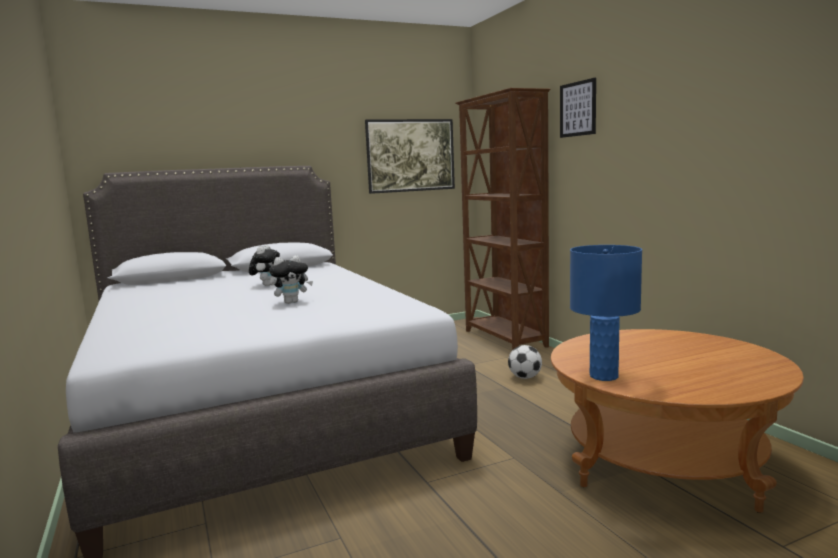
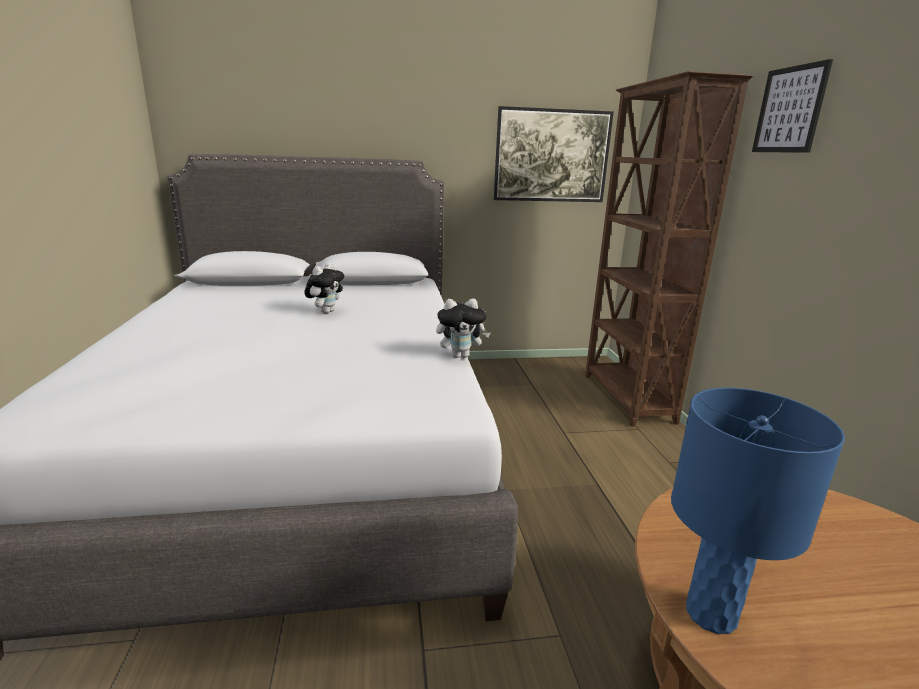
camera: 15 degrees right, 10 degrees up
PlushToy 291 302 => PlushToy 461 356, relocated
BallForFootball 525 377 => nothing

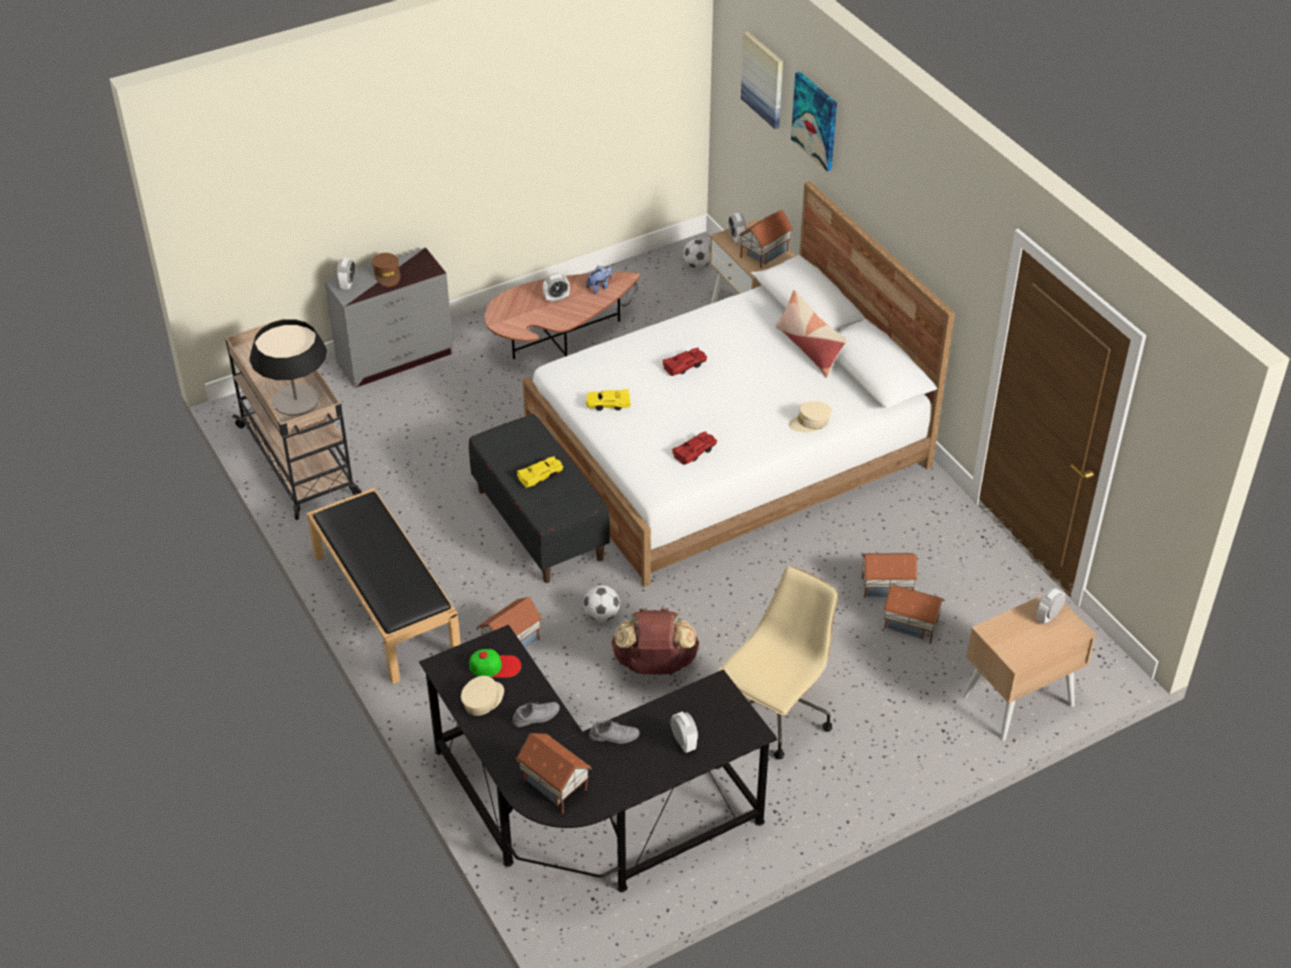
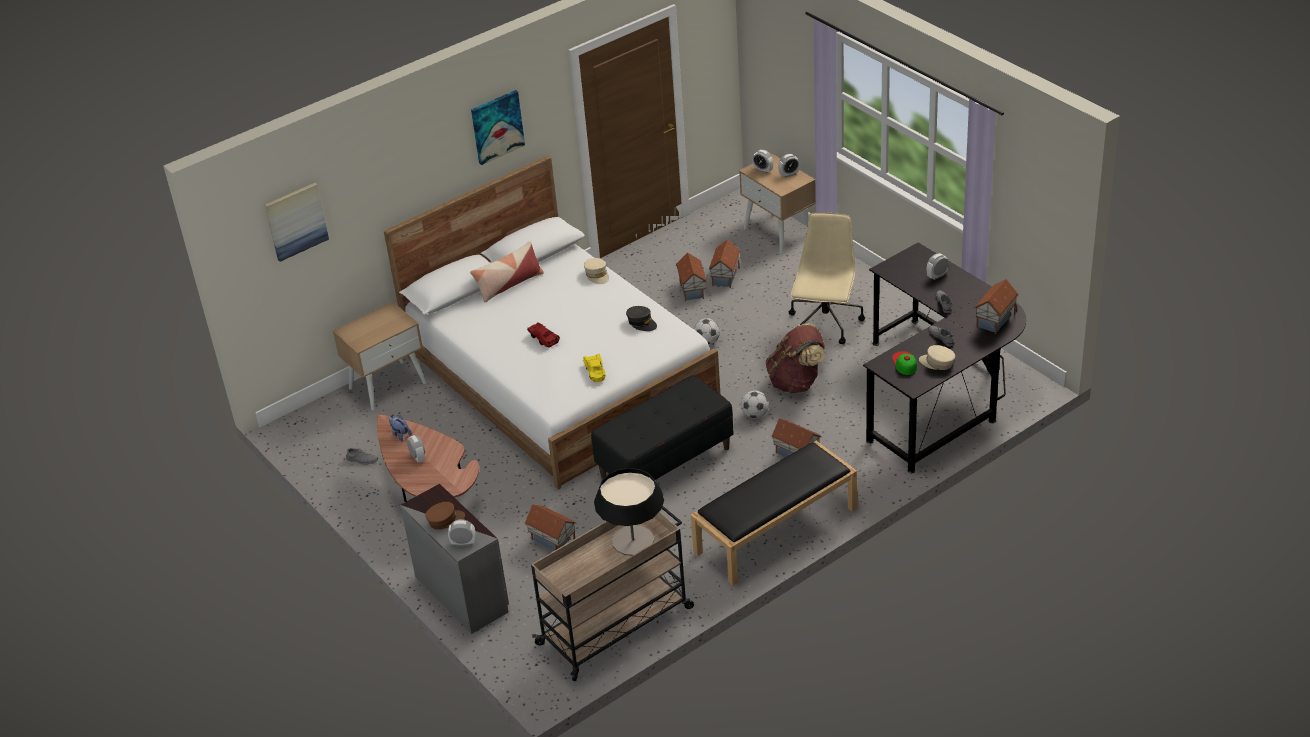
camera: 95 degrees left, 5 degrees down
Picture 815 120 => Picture 497 126, relocated
ModelHouse 764 253 => ModelHouse 552 542, relocated
TableClock 737 238 => TableClock 789 174, relocated
BallForFootball 697 265 => BallForFootball 707 342, relocated
ReddishToyCar 695 452 => GrayPeakedCap 642 323
YellowishToyCar 541 476 => nothing
BeigeColouredOfficeChair 775 717 => BeigeColouredOfficeChair 825 324, 75 degrees clockwise

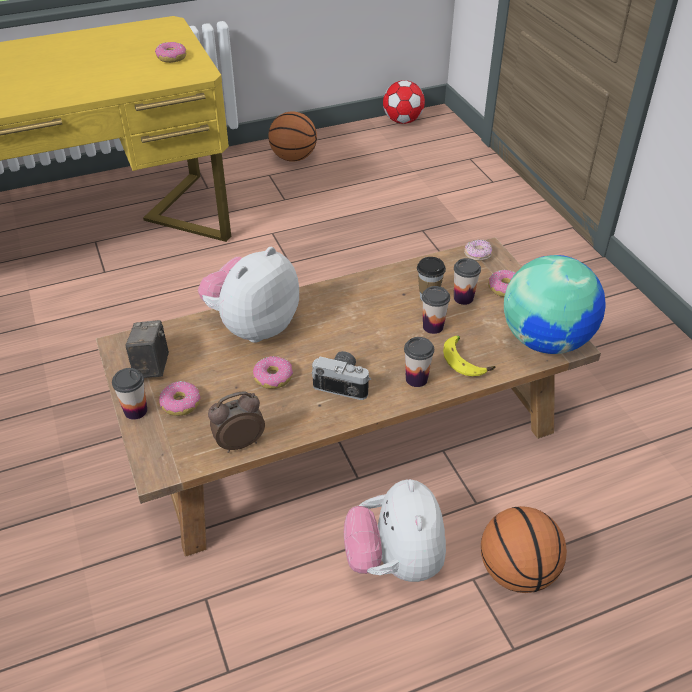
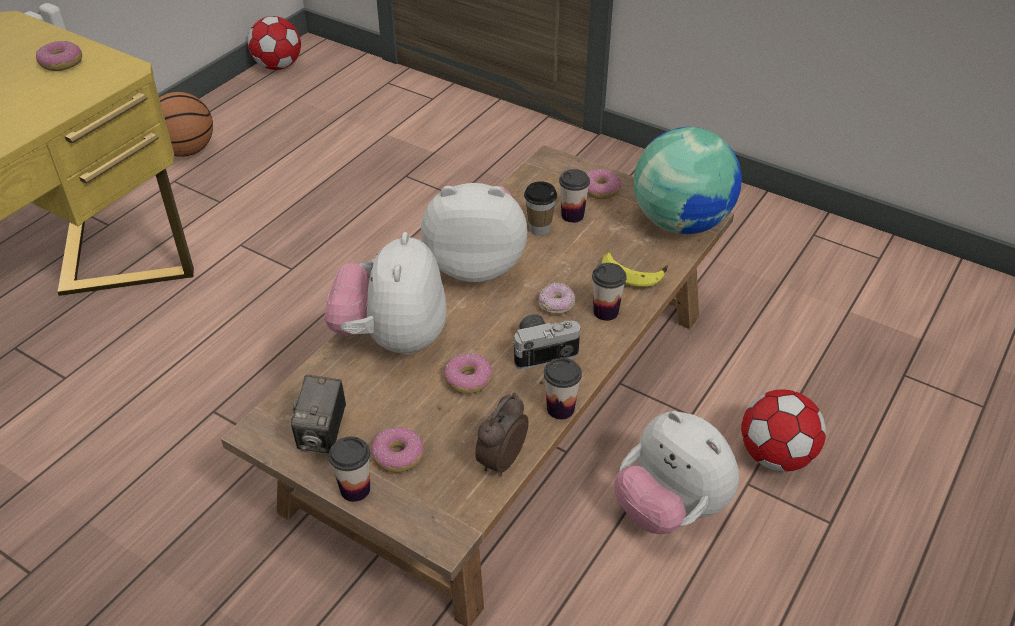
camera: 35 degrees left, 0 degrees up
RingDoughnut 477 256 => RingDoughnut 556 305, relocated
Cup 433 326 => Cup 560 409, relocated
PhotoCamera 151 366 => PhotoCamera 323 434, 135 degrees counterclockwise
BallForBasketball 516 571 => BallForFootball 775 456
nothing => PlushToy 476 265

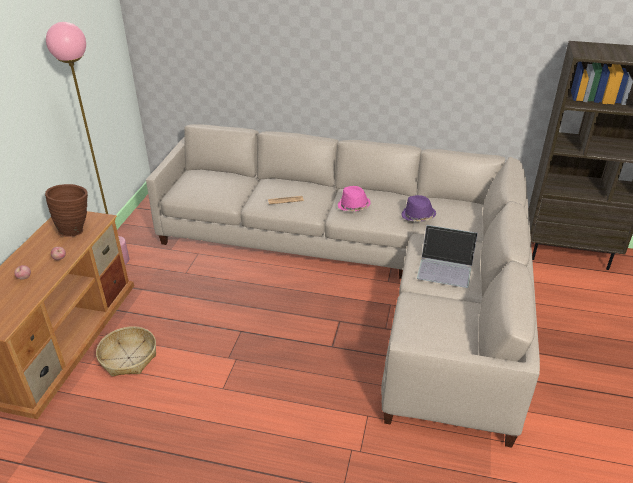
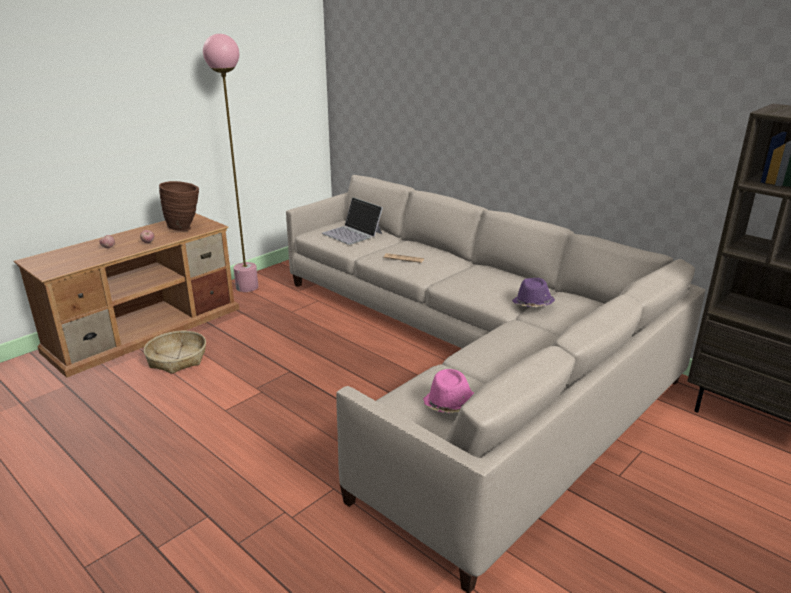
camera: 30 degrees right, 10 degrees down
PinkColouredHat 353 207 => PinkColouredHat 449 404, relocated
Laptop 445 267 => Laptop 352 233, relocated

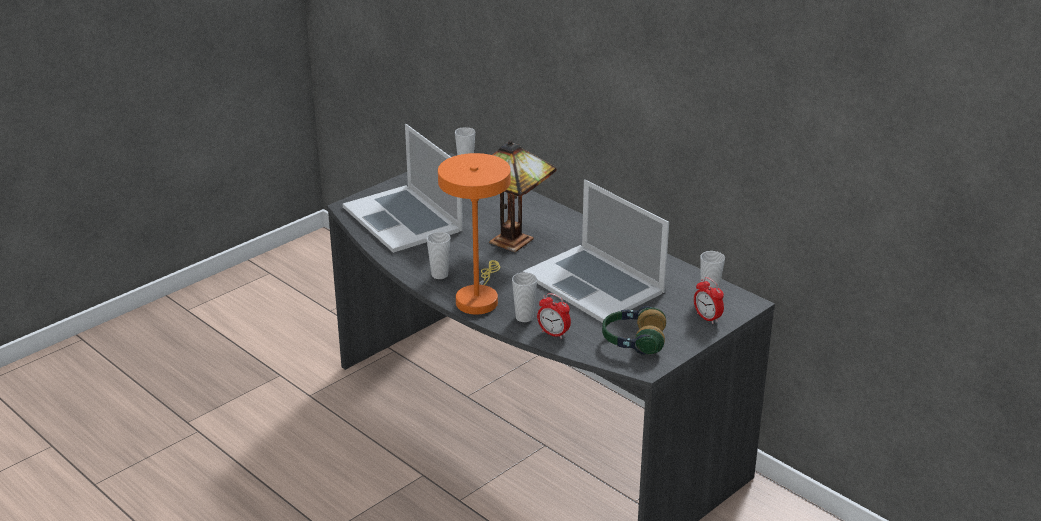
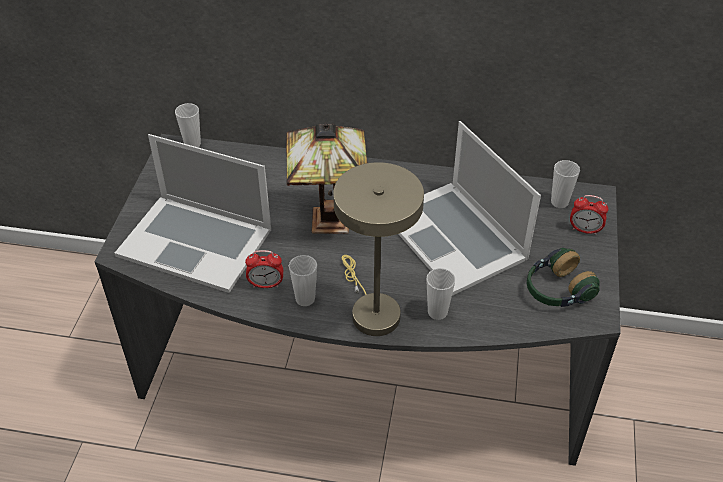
camera: 35 degrees left, 15 degrees up
OrangeColouredTabletopLamp 478 298 => BeigeColouredTabletopLamp 371 310
Laptop 594 283 => Laptop 455 236, 45 degrees clockwise
TableClock 553 333 => TableClock 266 284, relocated

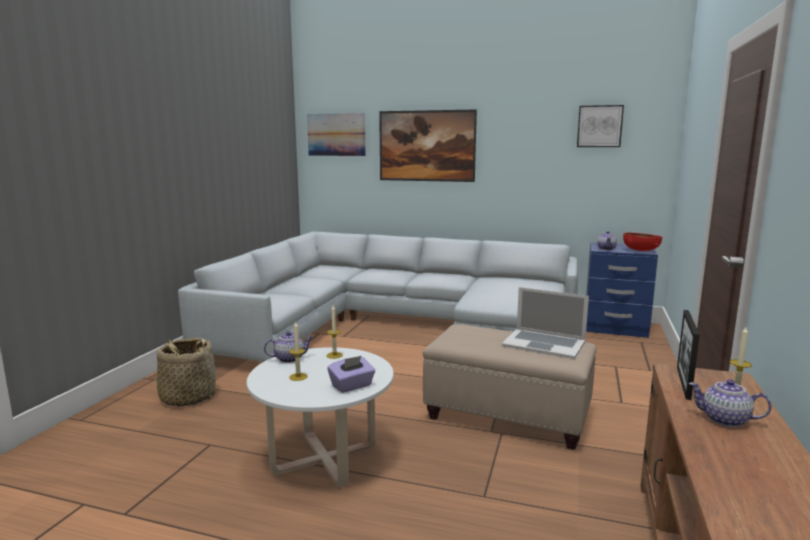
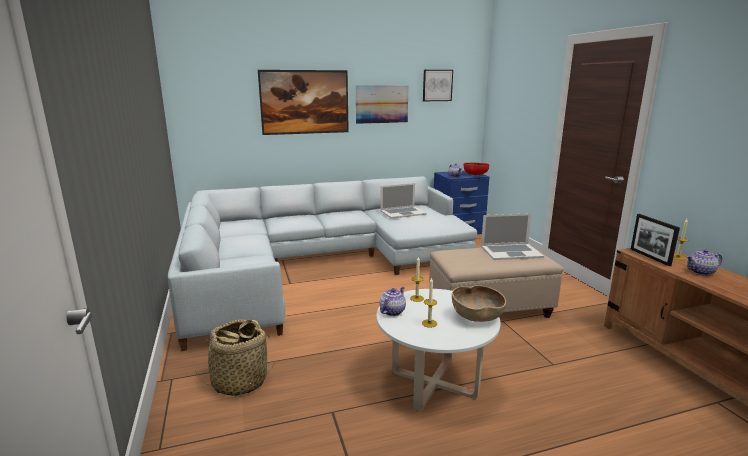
camera: 35 degrees left, 5 degrees up
Picture 336 134 => Picture 382 104, relocated
PurplishTissueBox 352 386 => BrownColouredBowl 476 317
nothing => Laptop 402 212

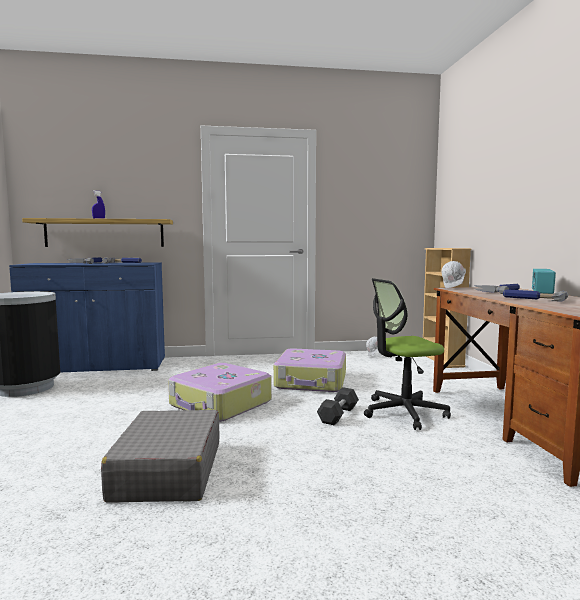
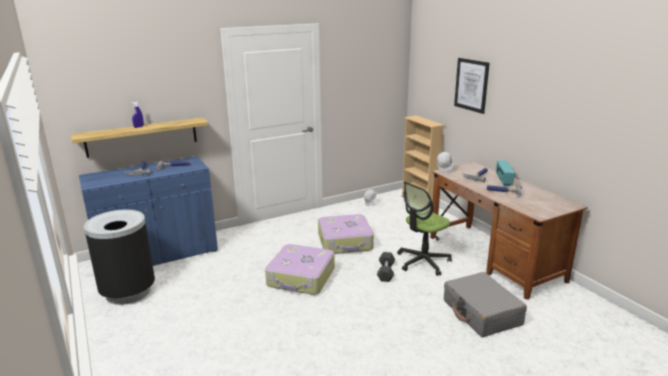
camera: 20 degrees left, 15 degrees up
GrayPieceOfLuggage 167 471 => GrayPieceOfLuggage 481 313, relocated
nothing => Picture 471 85

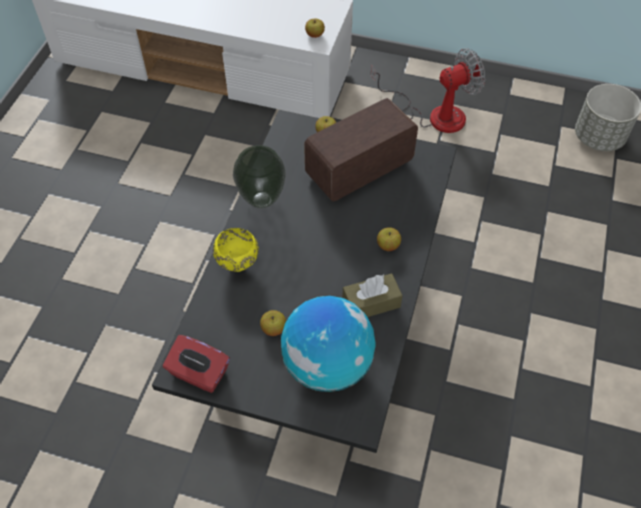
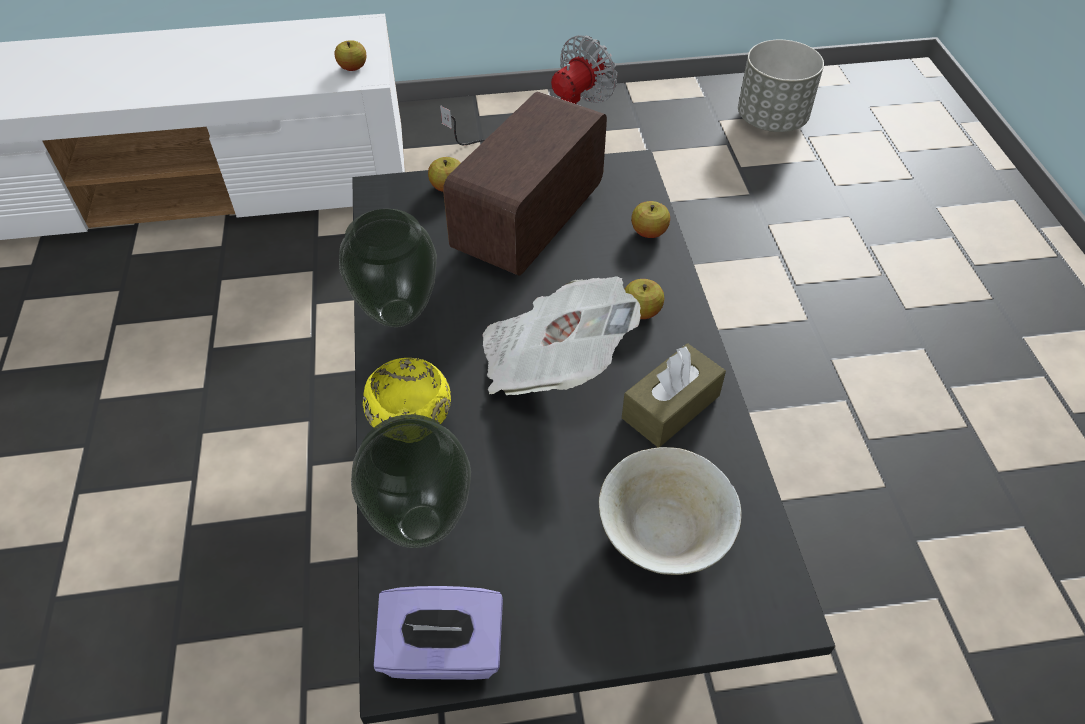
camera: 25 degrees left, 5 degrees down
Globe 328 364 => BeigeColouredBowl 663 534
WholeApple 273 329 => WholeApple 649 232, relocated
ReddishTissueBox 199 373 => PurplishTissueBox 443 652
nothing => DailyPaper 552 362
nothing => Vase 419 524

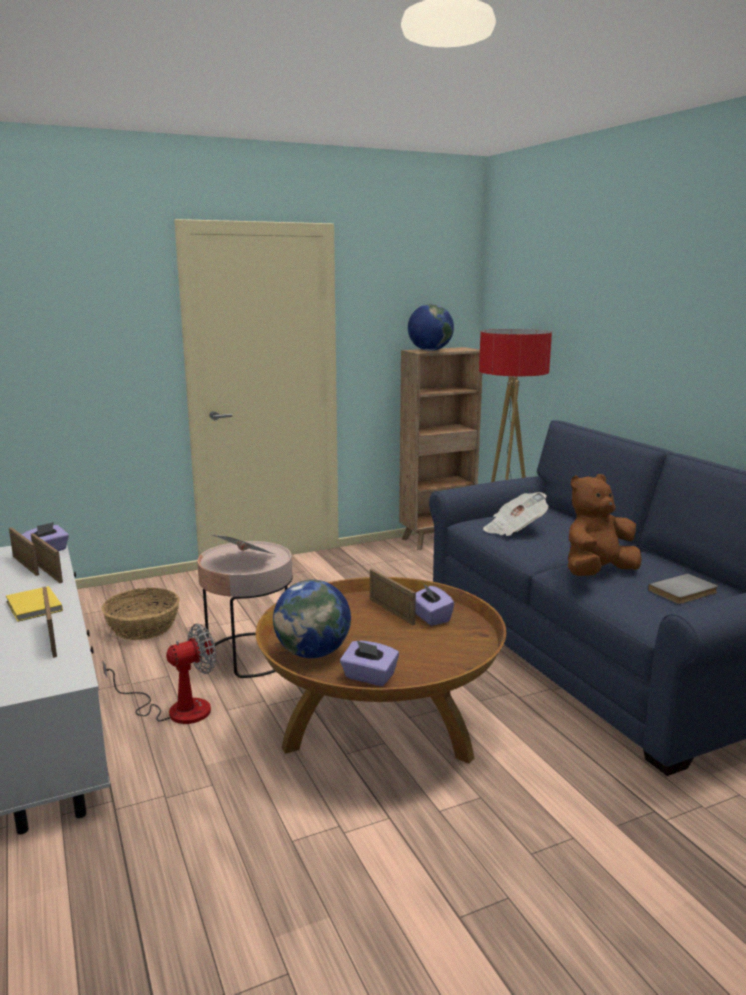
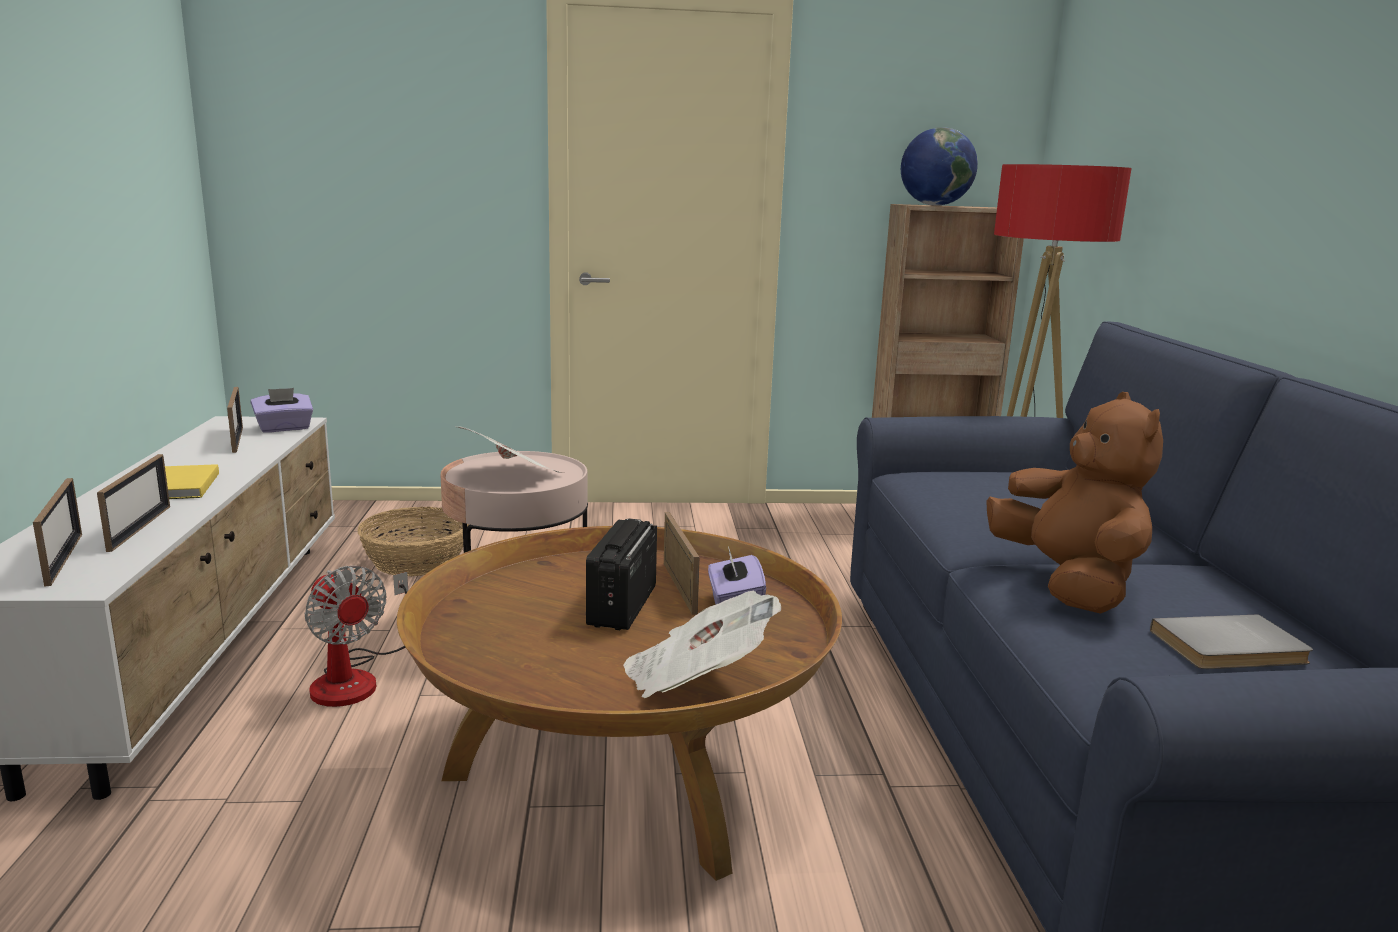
camera: 20 degrees right, 0 degrees up
BrownColouredPlushToy 597 573 => BrownColouredPlushToy 1068 583, 90 degrees clockwise
DailyPaper 514 530 => DailyPaper 696 679, relocated
PictureFrame 48 572 => PictureFrame 64 559, relocated
Globe 313 653 => nothing
ElectricFan 176 709 => ElectricFan 356 677, 60 degrees clockwise
PurplishTissueBox 369 677 => nothing
nothing => RadioSet 622 606

